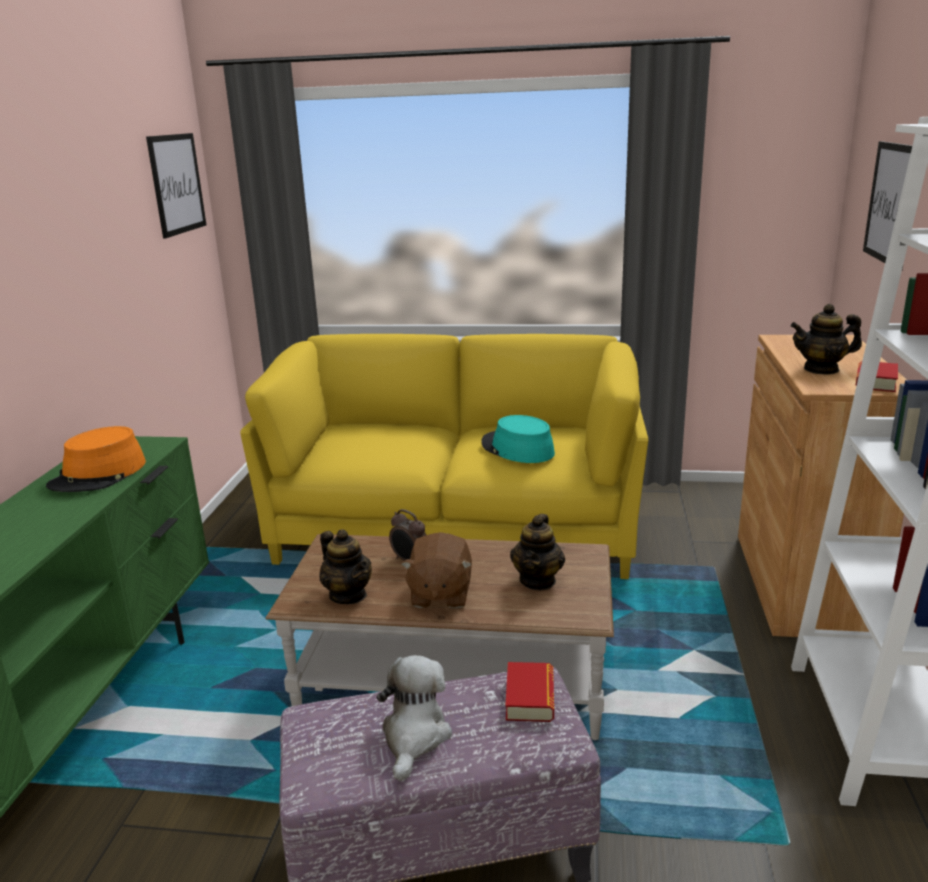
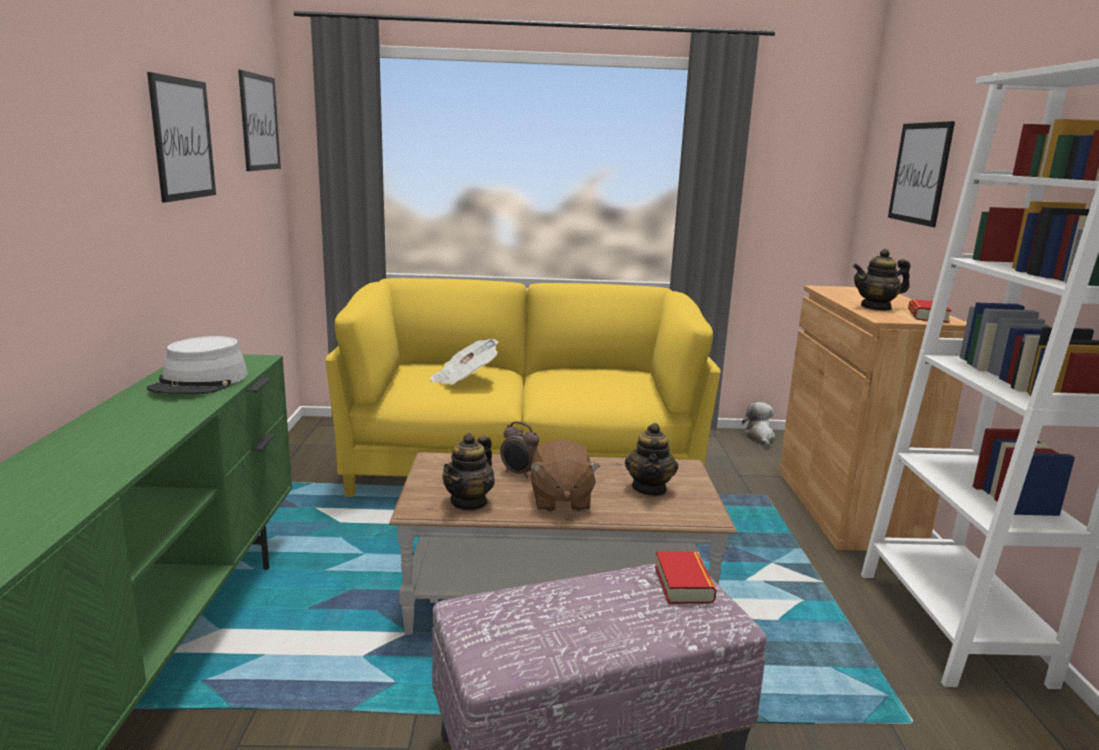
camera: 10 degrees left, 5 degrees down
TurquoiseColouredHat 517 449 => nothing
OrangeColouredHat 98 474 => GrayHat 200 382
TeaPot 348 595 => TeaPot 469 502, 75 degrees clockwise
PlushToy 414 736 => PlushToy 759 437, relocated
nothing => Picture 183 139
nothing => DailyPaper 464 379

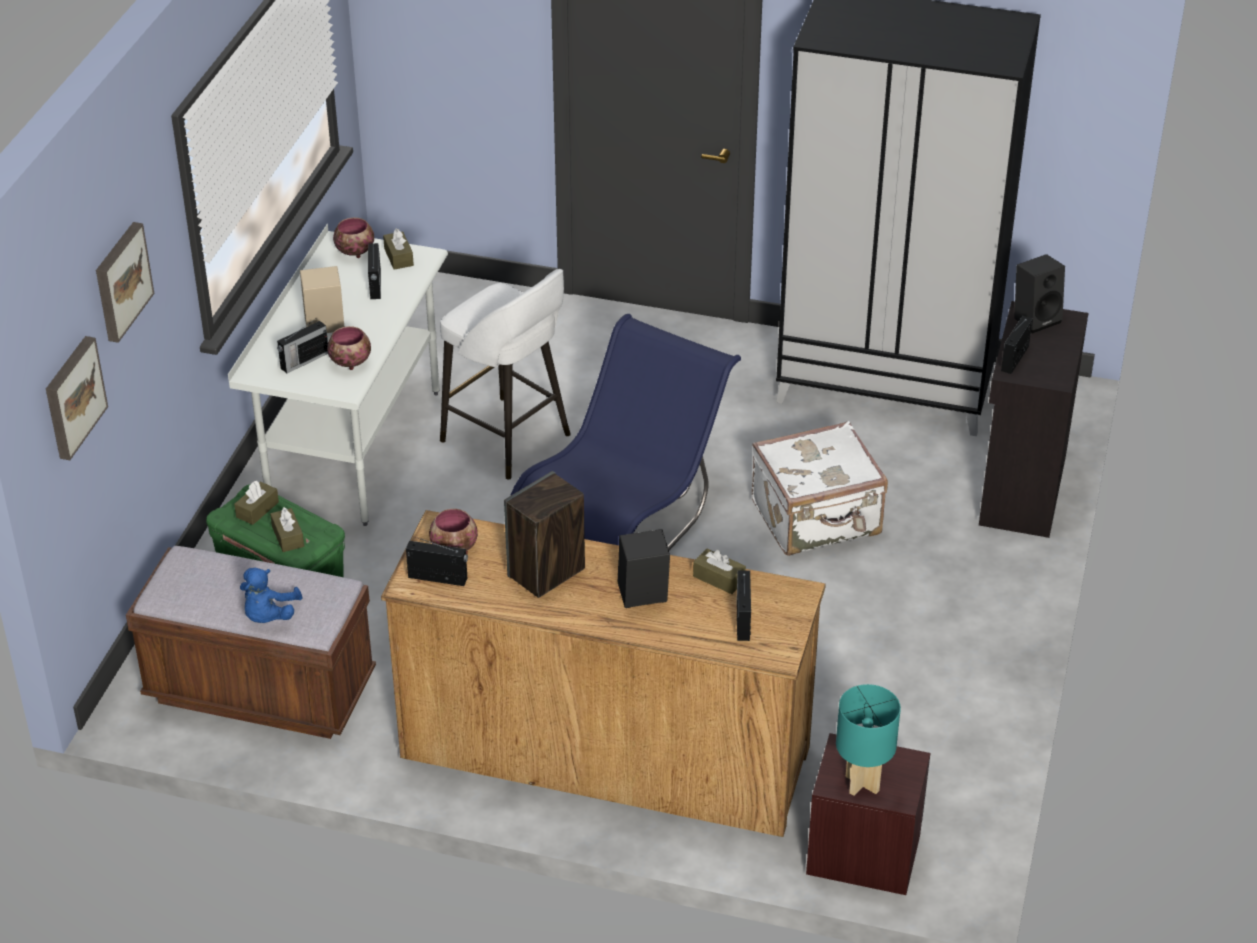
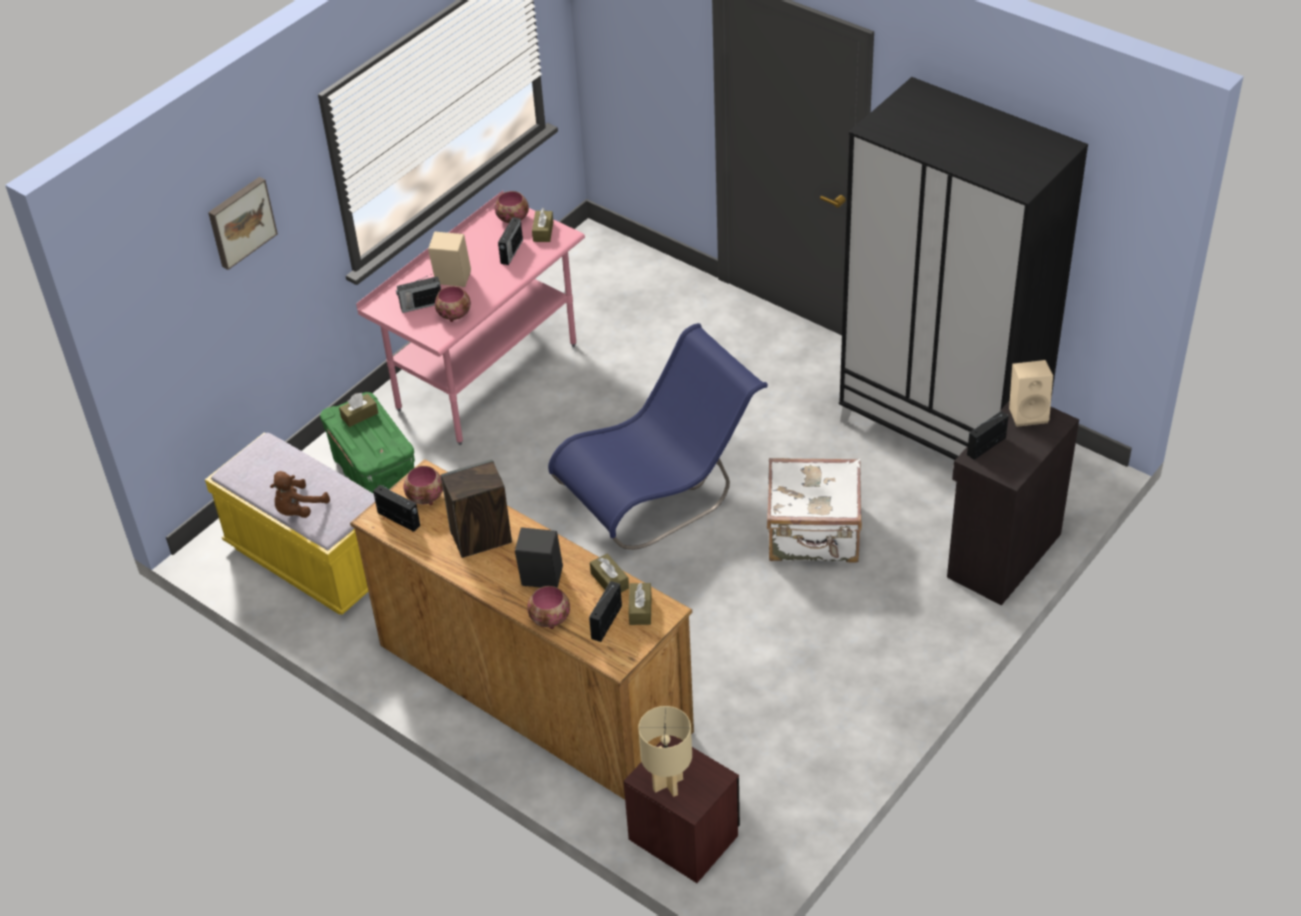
camera: 25 degrees right, 5 degrees up
WhitishDeskUnit 354 448 => PinkColouredDeskUnit 487 377
BlackAudioSpeaker 1036 318 => BeigeColouredAudioSpeaker 1028 413
WhitishStool 508 440 => nothing
Picture 72 397 => nothing
BrownColouredTissueBox 288 536 => BrownColouredTissueBox 640 609, relocated
BrownColouredBench 260 690 => YellowishBench 311 560
BlueColouredPlushToy 269 616 => BrownColouredPlushToy 298 510
TurquoiseColouredTabletopLamp 863 784 => BeigeColouredTabletopLamp 668 784
nothing => Bowl 550 620

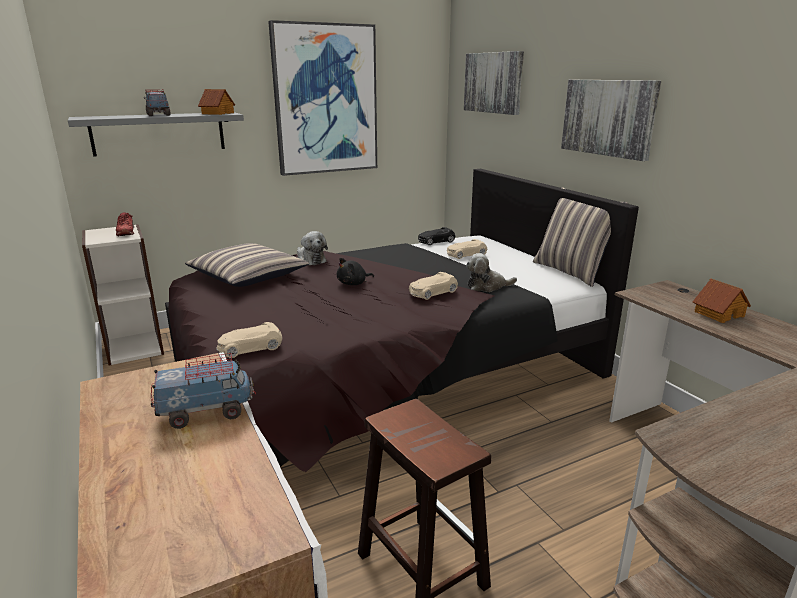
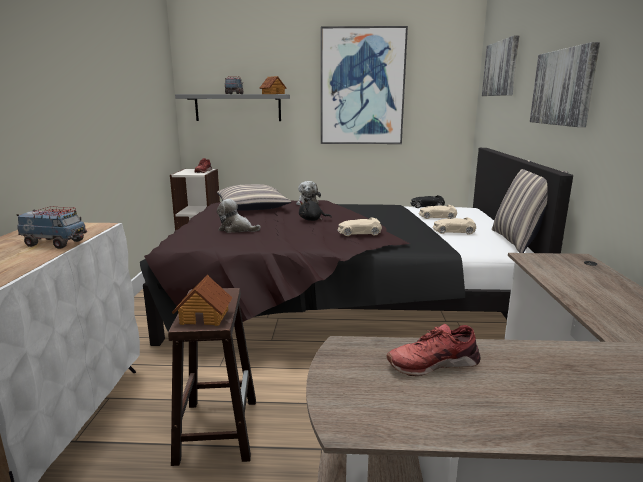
camera: 30 degrees right, 5 degrees down
PlushToy 487 286 => PlushToy 237 229, relocated
ModelHouse 718 314 => ModelHouse 205 316, relocated
BeigeColouredToyCar 250 348 => BeigeColouredToyCar 453 231, relocated
nothing => ReddishItemOfFootwear 432 363

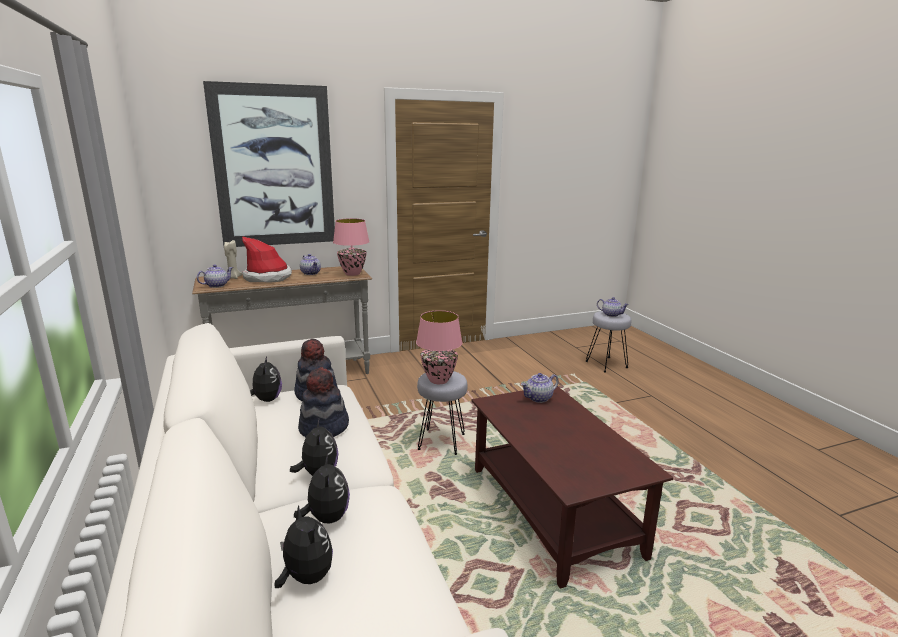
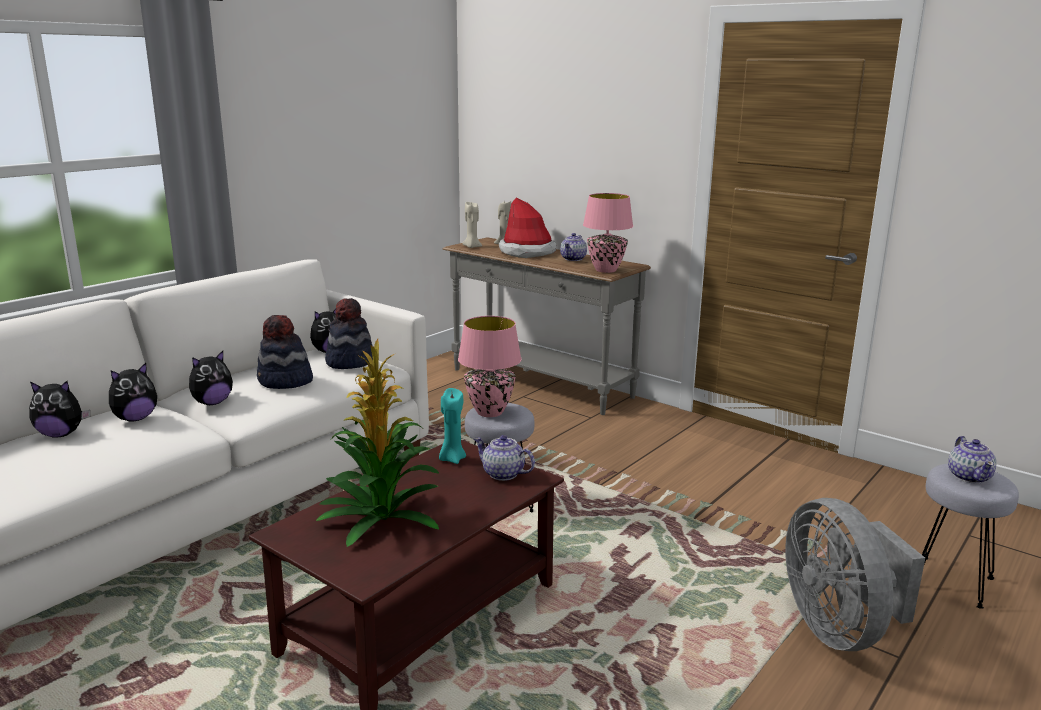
camera: 60 degrees right, 0 degrees up
Picture 274 167 => nothing
TeaPot 217 285 => BeigeColouredCandle 471 247
PlushToy 306 577 => PlushToy 61 434, 60 degrees clockwise
nothing => Houseplant 381 517
nothing => TurquoiseColouredCandle 452 459
nothing => GrayElectricFan 839 629

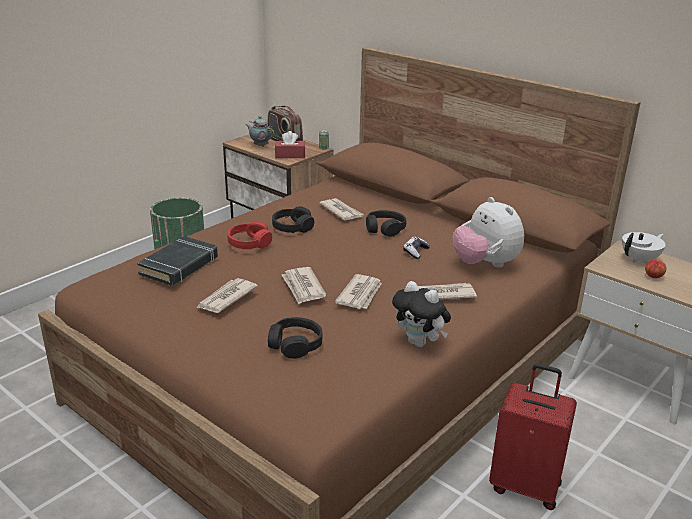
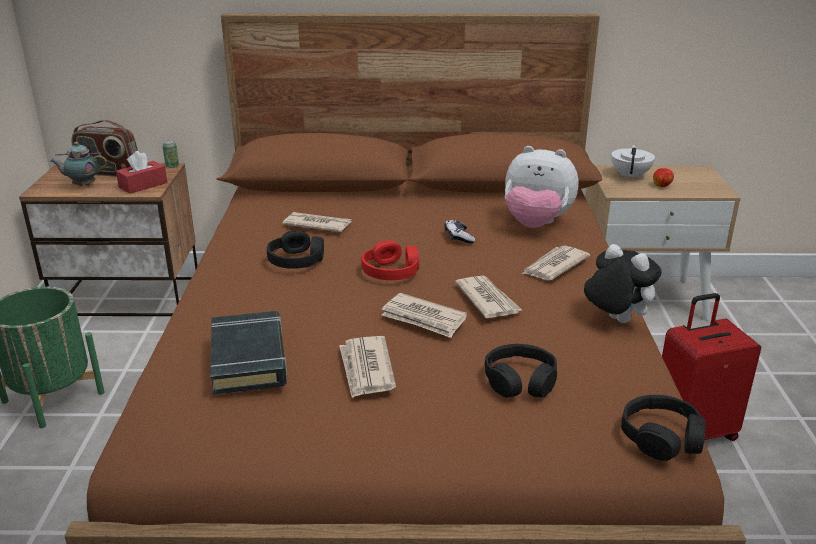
camera: 40 degrees left, 0 degrees up
BlackHeadset 385 229 => BlackHeadset 661 437, relocated
ReddishHeadset 249 243 => ReddishHeadset 391 271, relocated
PlushToy 420 343 => PlushToy 614 320, 135 degrees counterclockwise

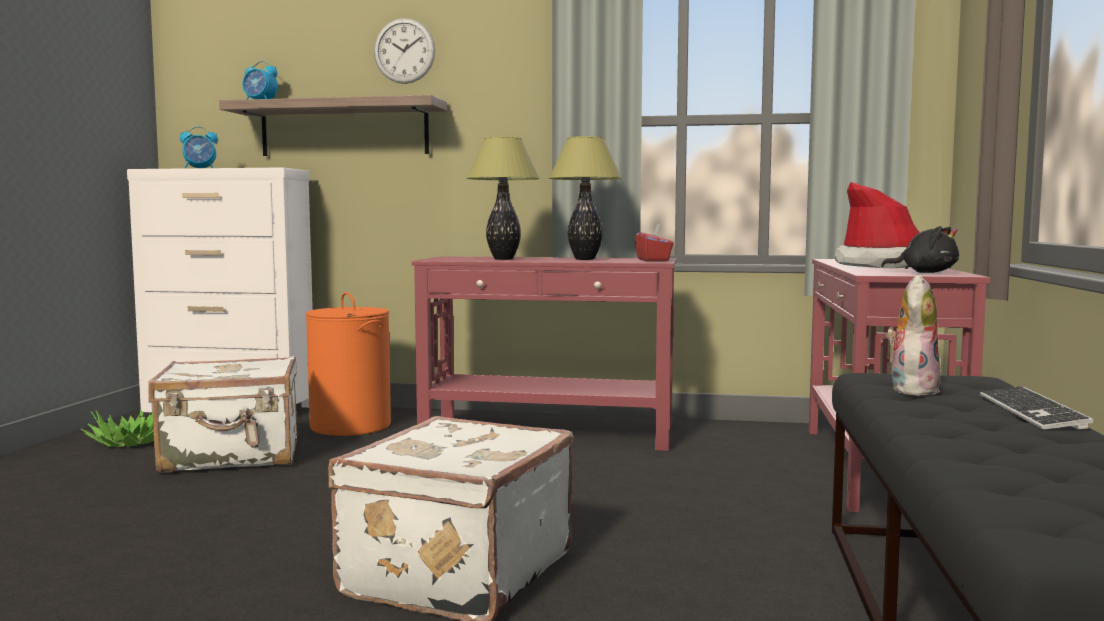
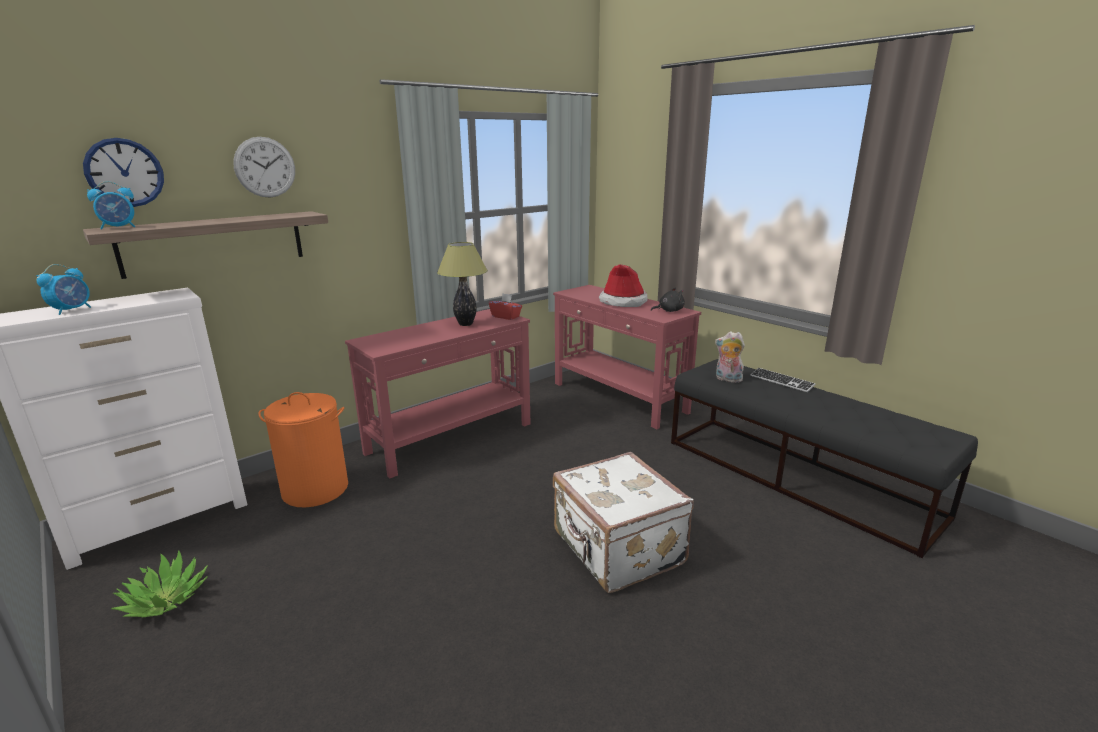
camera: 50 degrees left, 15 degrees up
TabletopLamp 503 259 => nothing
PlushToy 911 389 => PlushToy 727 379, 45 degrees counterclockwise
WhitishPieceOfLuggage 232 456 => nothing
nothing => WallClock 124 172

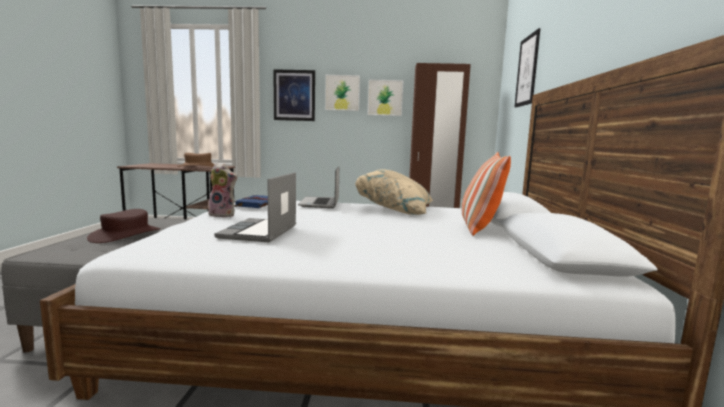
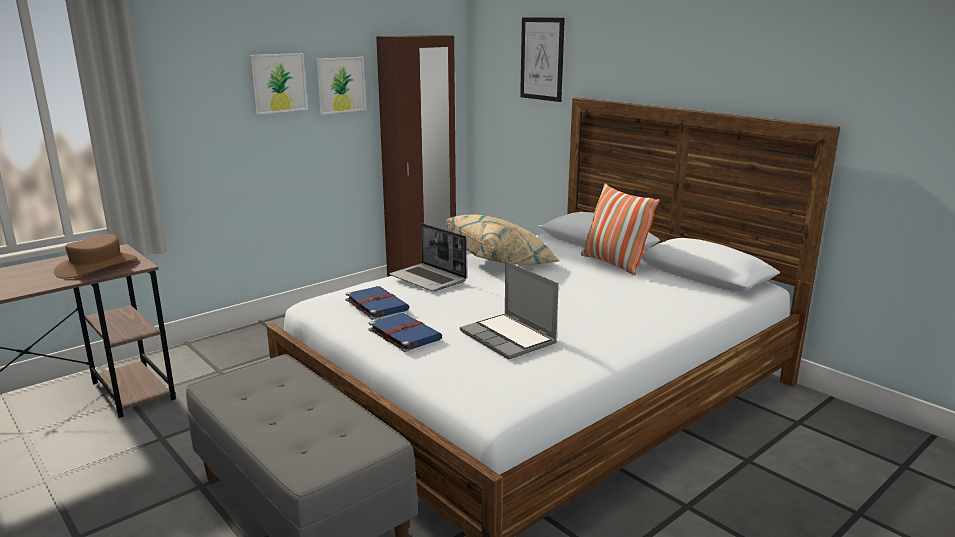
camera: 45 degrees left, 10 degrees up
Picture 294 95 => nothing
PlushToy 223 215 => BlueColouredVolume 403 334
BrownColouredHat 126 235 => nothing

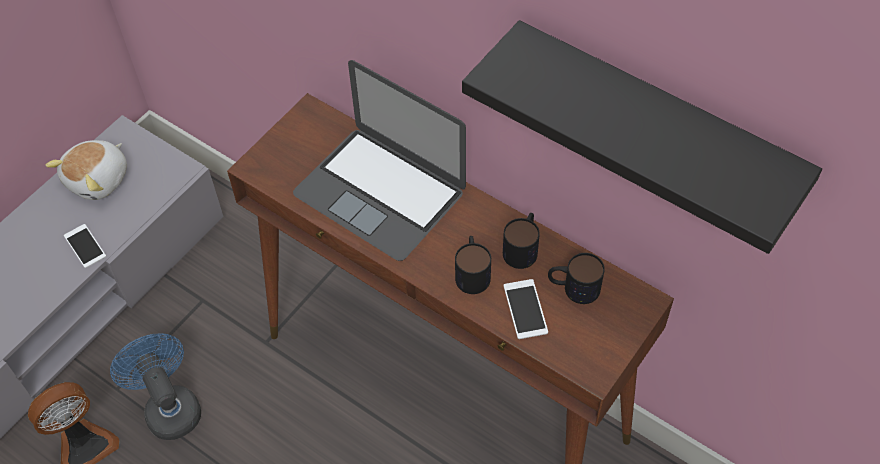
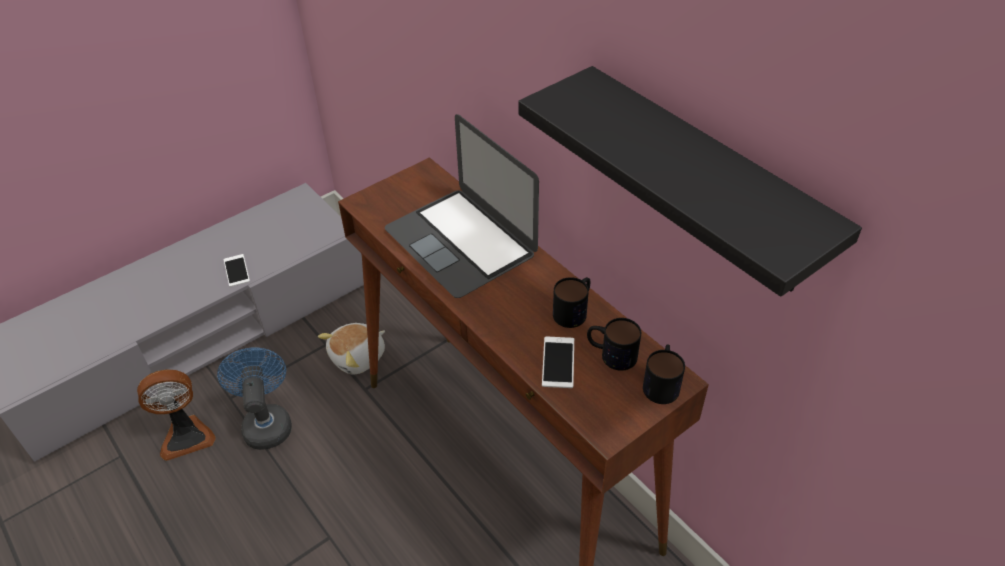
camera: 15 degrees right, 10 degrees down
PlushToy 99 179 => PlushToy 359 357, relocated
TeaMug 472 271 => TeaMug 662 382, relocated

